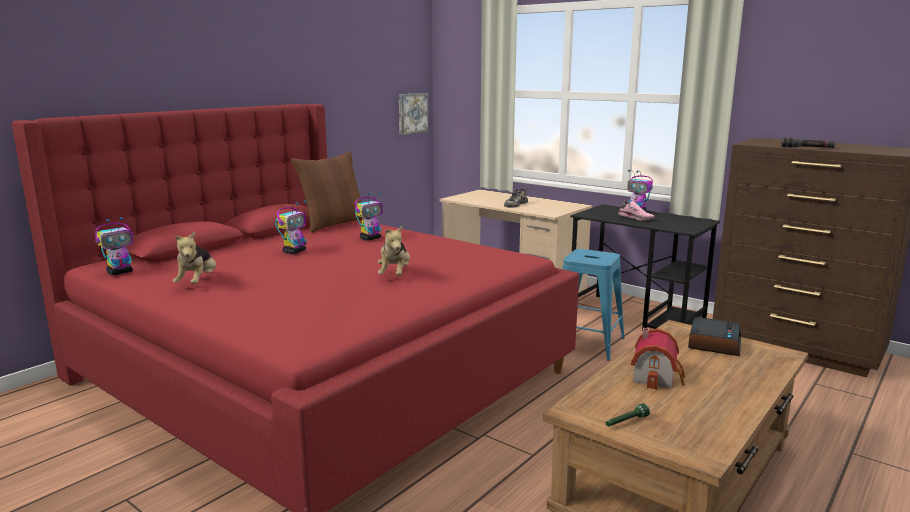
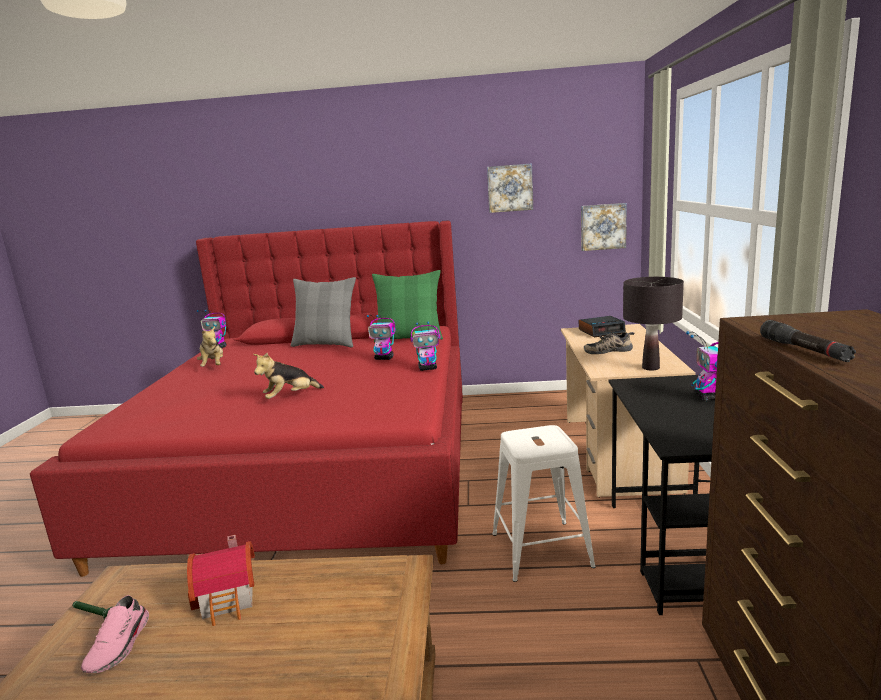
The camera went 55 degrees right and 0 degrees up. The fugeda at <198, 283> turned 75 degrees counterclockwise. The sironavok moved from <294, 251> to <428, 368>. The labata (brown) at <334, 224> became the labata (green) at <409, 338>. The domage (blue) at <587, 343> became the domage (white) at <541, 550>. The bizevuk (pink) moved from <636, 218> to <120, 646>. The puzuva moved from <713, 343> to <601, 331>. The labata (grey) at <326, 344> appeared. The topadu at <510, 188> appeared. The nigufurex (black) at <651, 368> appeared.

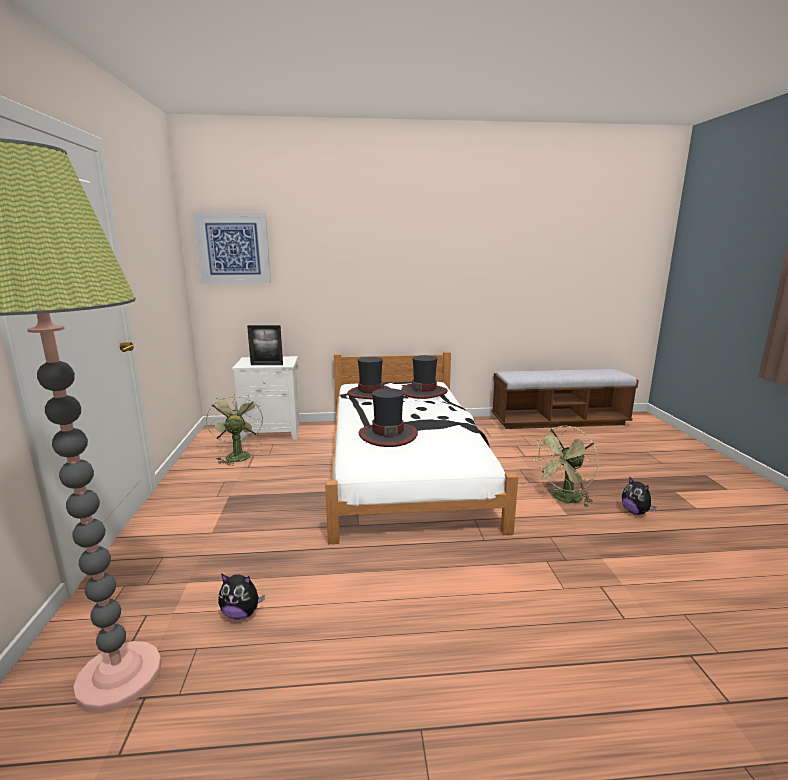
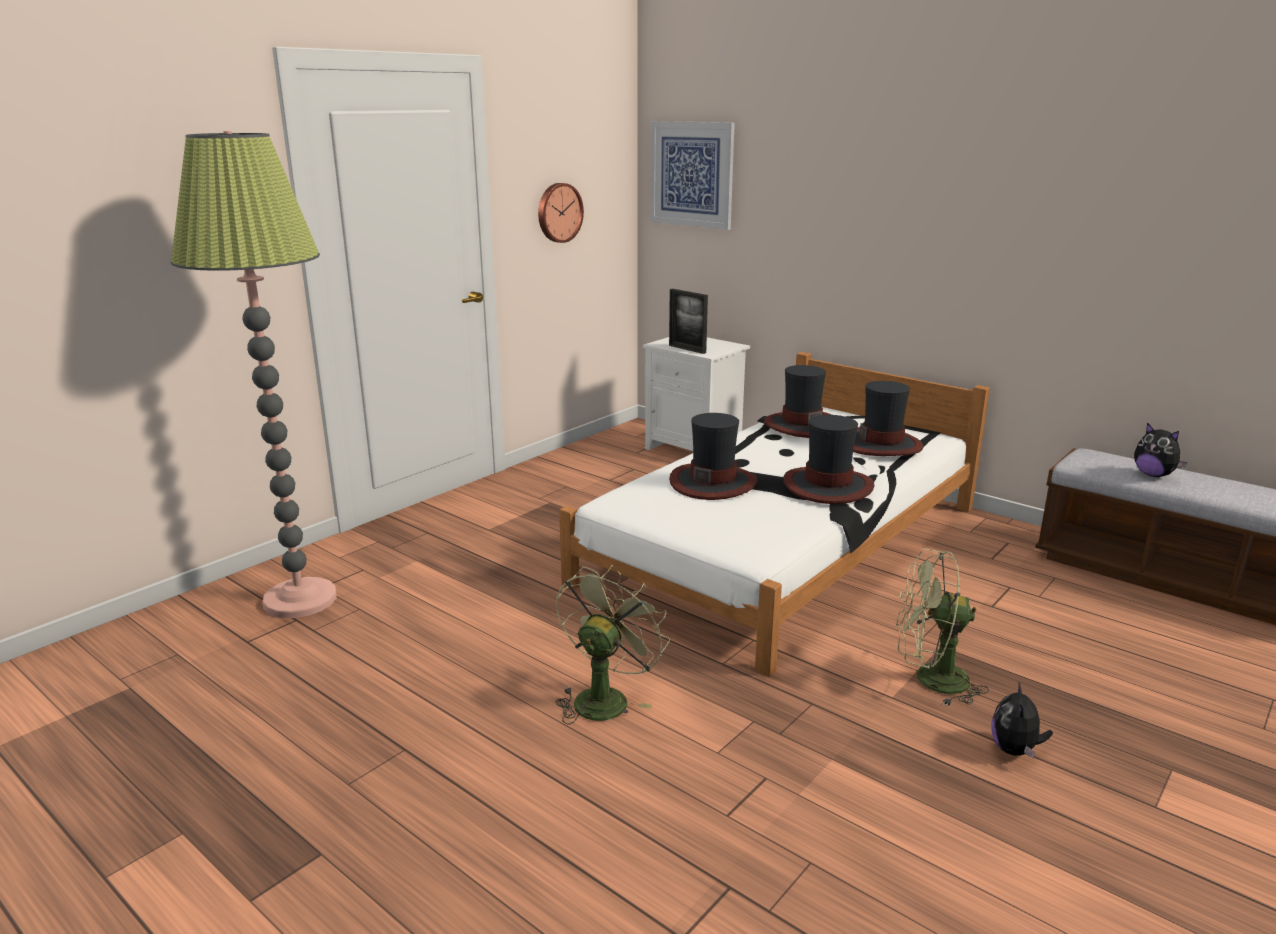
The camera went 45 degrees right and 5 degrees up. The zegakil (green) moved from <237, 455> to <605, 697>. The fugeda moved from <241, 613> to <1154, 475>. The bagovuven at <558, 212> appeared. The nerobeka at <828, 486> appeared.

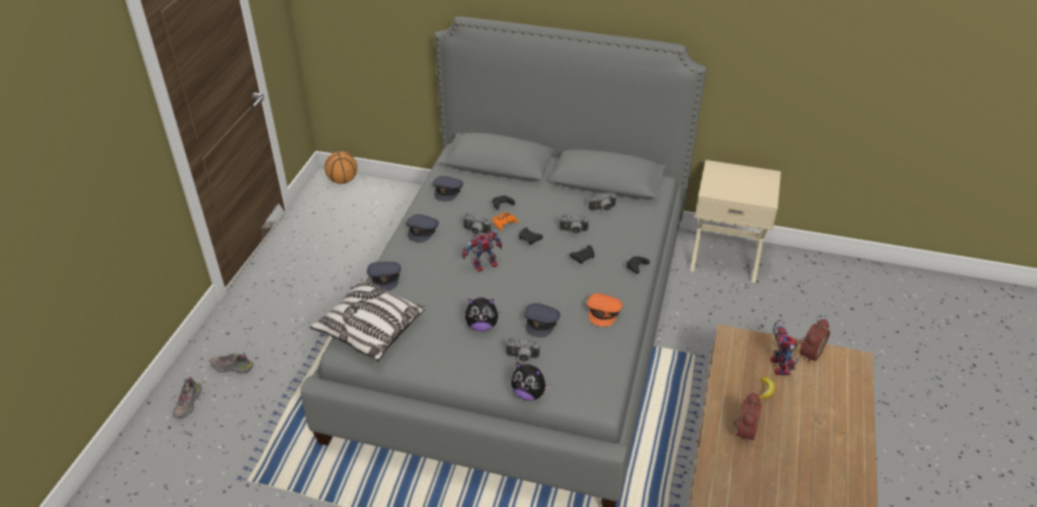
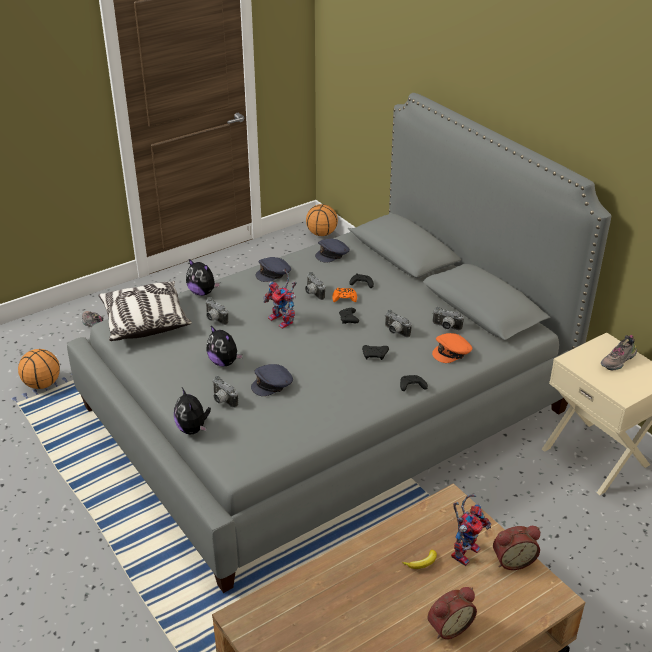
The camera went 40 degrees right and 5 degrees down. The bizevuk moved from <189, 403> to <618, 361>. The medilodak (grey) at <385, 277> was replaced by the fugeda at <202, 292>. The sironavok at <484, 266> turned 150 degrees counterclockwise. The medilodak (orange) moved from <603, 312> to <452, 352>. The puzuva moved from <743, 430> to <448, 626>. The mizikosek at <42, 384> appeared. The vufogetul at <214, 319> appeared.

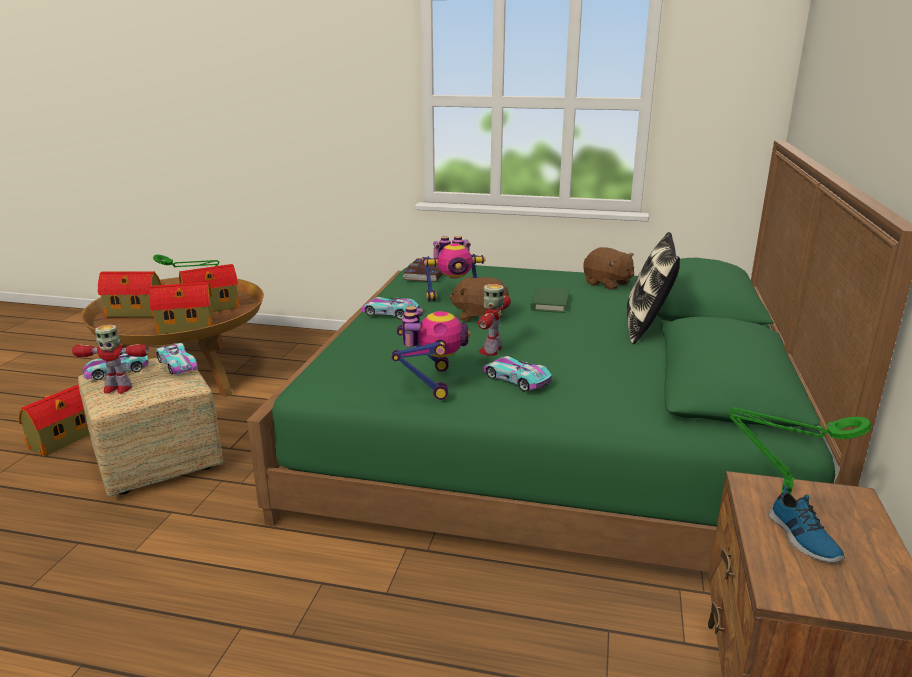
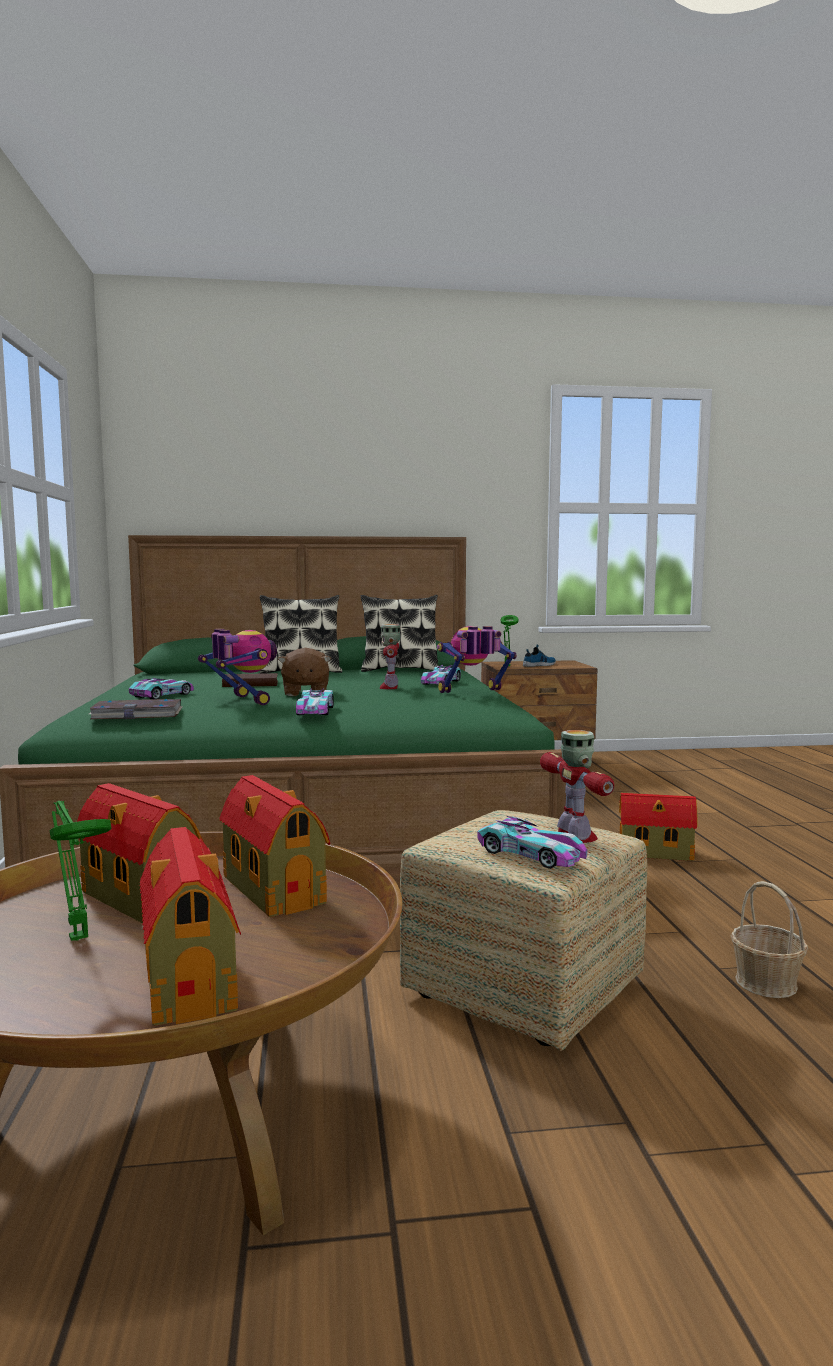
The camera went 110 degrees left and 15 degrees down. The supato moved from <62, 440> to <657, 853>. The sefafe moved from <177, 364> to <162, 695>. The sironavok at <491, 350> turned 90 degrees clockwise. The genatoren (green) at <549, 303> became the genatoren (brown) at <250, 684>. The fugeda (brown) at <607, 284> disappeared. The labata at <400, 669> appeared. The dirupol at <766, 983> appeared.

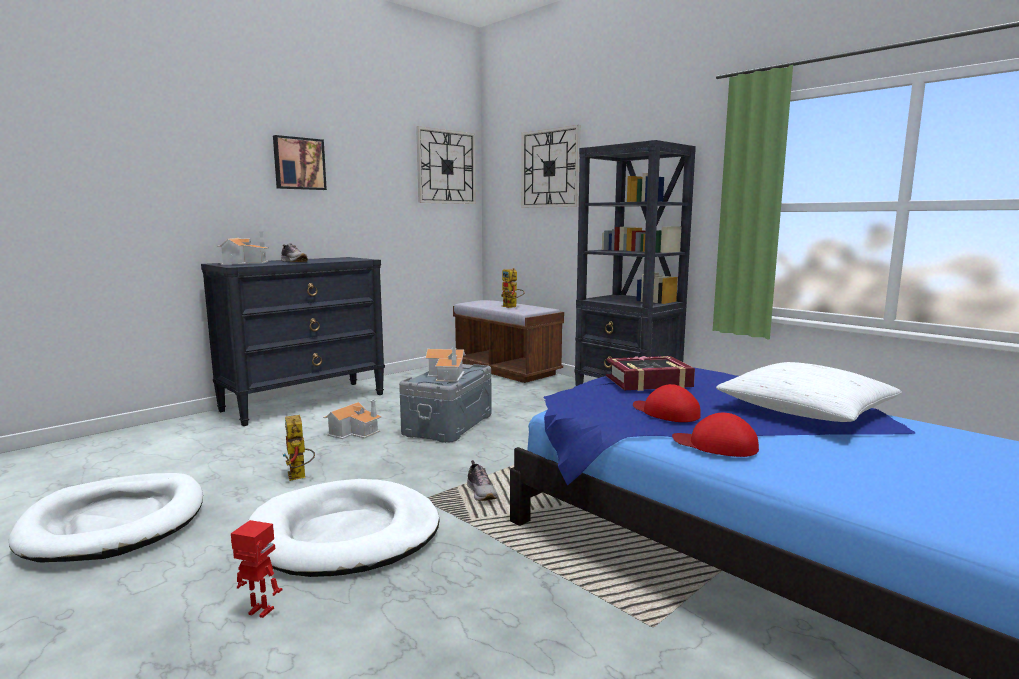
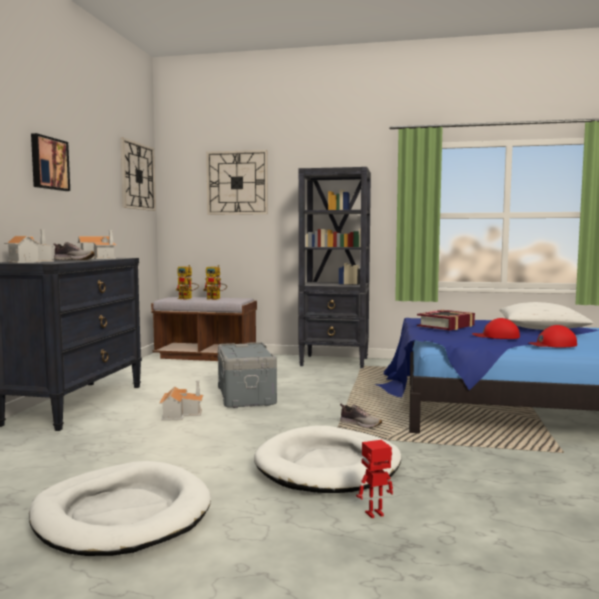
The camera went 35 degrees left and 5 degrees down. The sironavok moved from <299, 477> to <188, 298>. The supato moved from <448, 376> to <100, 258>.

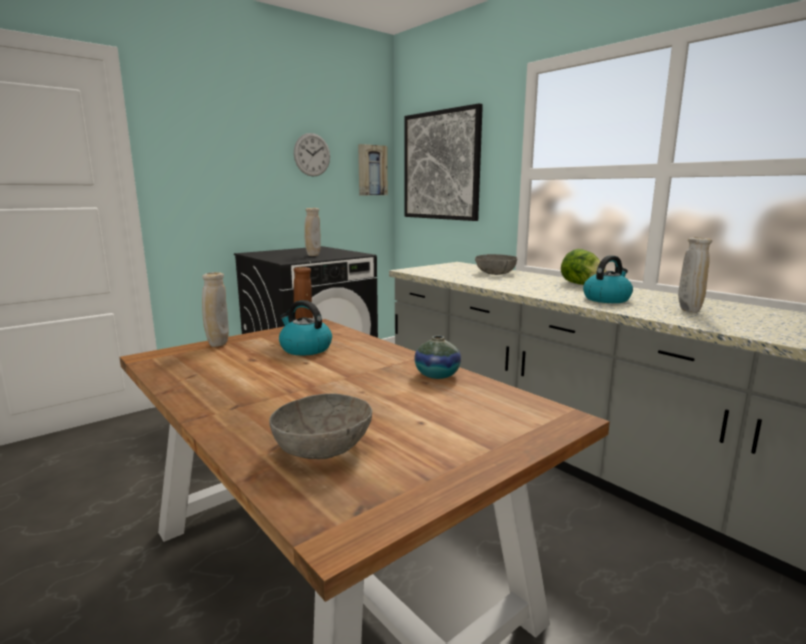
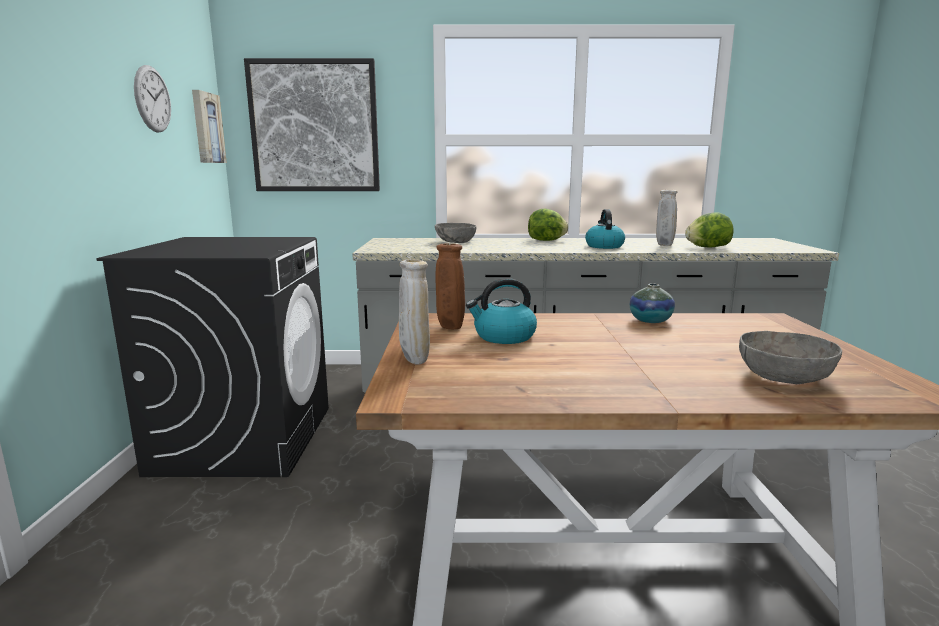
The camera went 50 degrees left and 0 degrees up. The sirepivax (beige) at <313, 256> disappeared. The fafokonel at <707, 247> appeared.

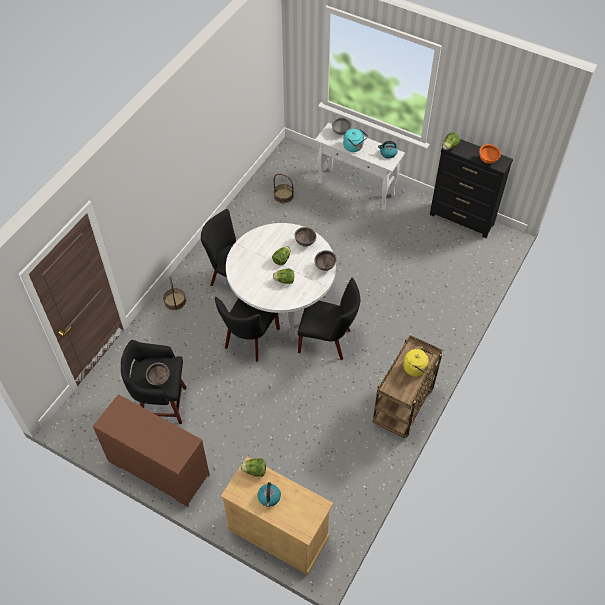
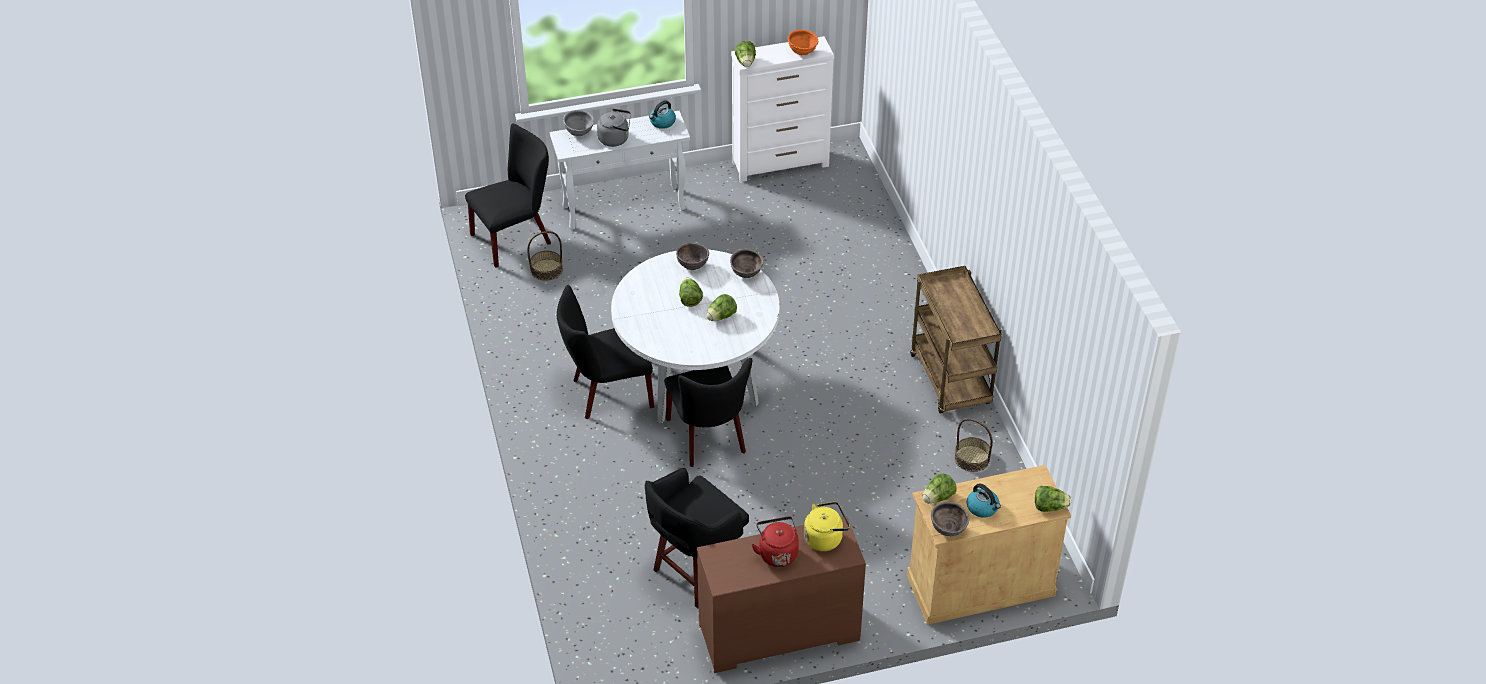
The camera went 45 degrees left and 10 degrees down. The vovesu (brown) moved from <159, 380> to <948, 530>. The dirupol moved from <175, 301> to <972, 458>. The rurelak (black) moved from <328, 341> to <516, 238>. The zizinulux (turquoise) at <354, 147> became the zizinulux (grey) at <615, 139>. The zizinulux (yellow) moved from <416, 368> to <825, 538>. The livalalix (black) at <462, 220> became the livalalix (white) at <781, 164>. The zizinulux (red) at <777, 553> appeared. The fafokonel at <1049, 507> appeared.

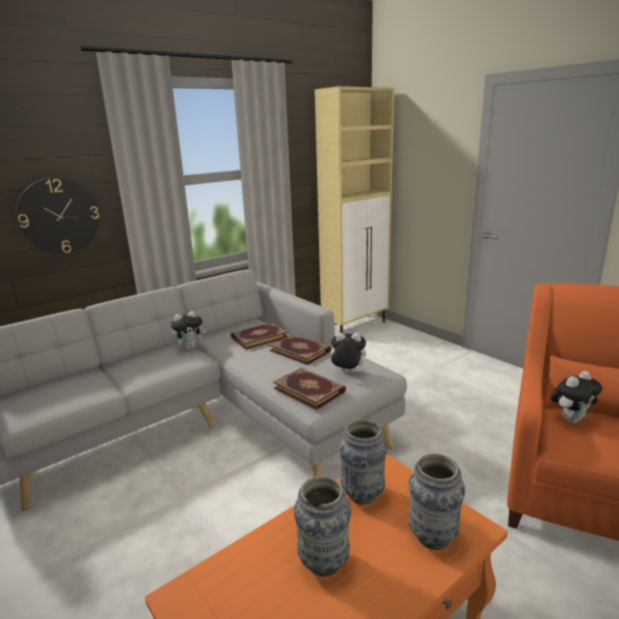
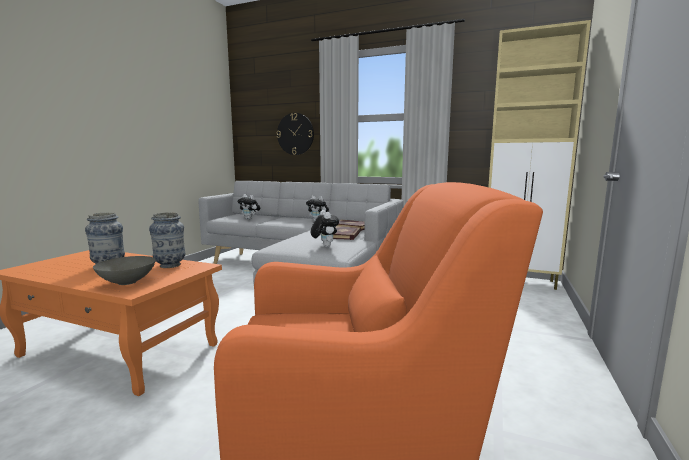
The camera went 60 degrees right and 10 degrees down. The genatoren at <310, 389> disappeared. The sirepivax at <432, 537> was replaced by the vovesu (grey) at <126, 282>. The fugeda moved from <571, 419> to <250, 219>.

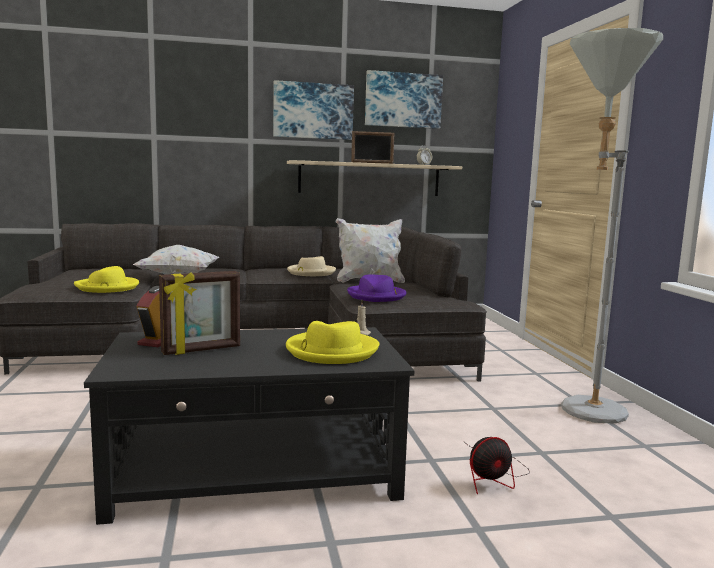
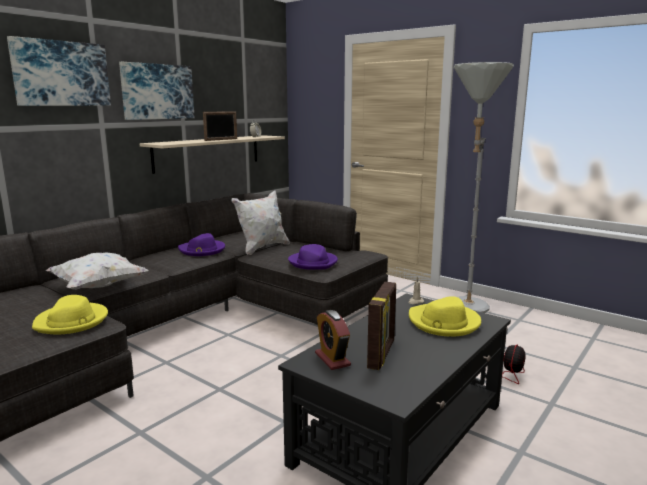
The camera went 40 degrees left and 5 degrees up. The nerobeka (beige) at <311, 272> became the nerobeka (purple) at <202, 250>. The topadu moved from <403, 100> to <61, 73>.

